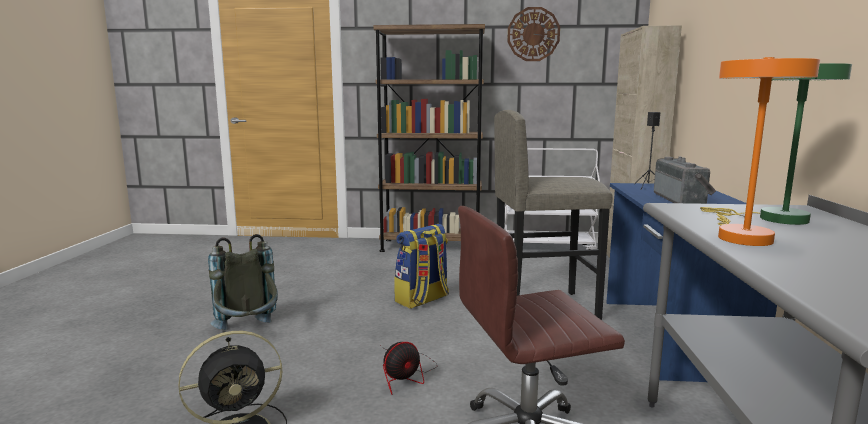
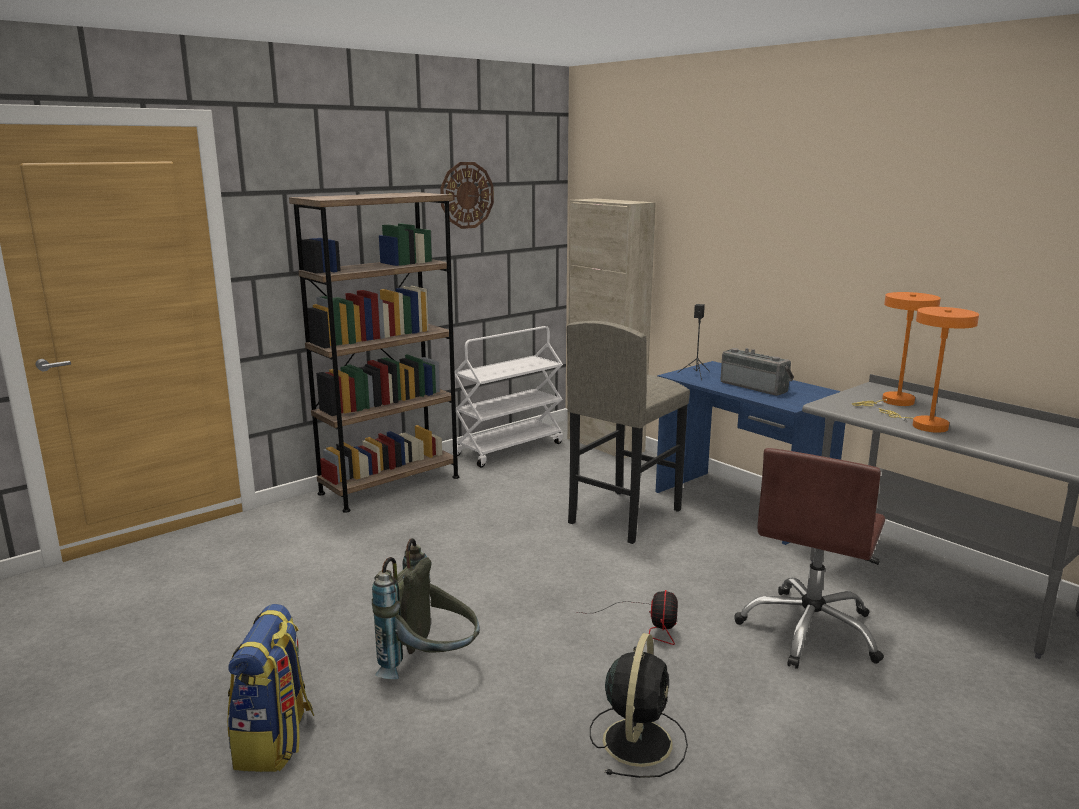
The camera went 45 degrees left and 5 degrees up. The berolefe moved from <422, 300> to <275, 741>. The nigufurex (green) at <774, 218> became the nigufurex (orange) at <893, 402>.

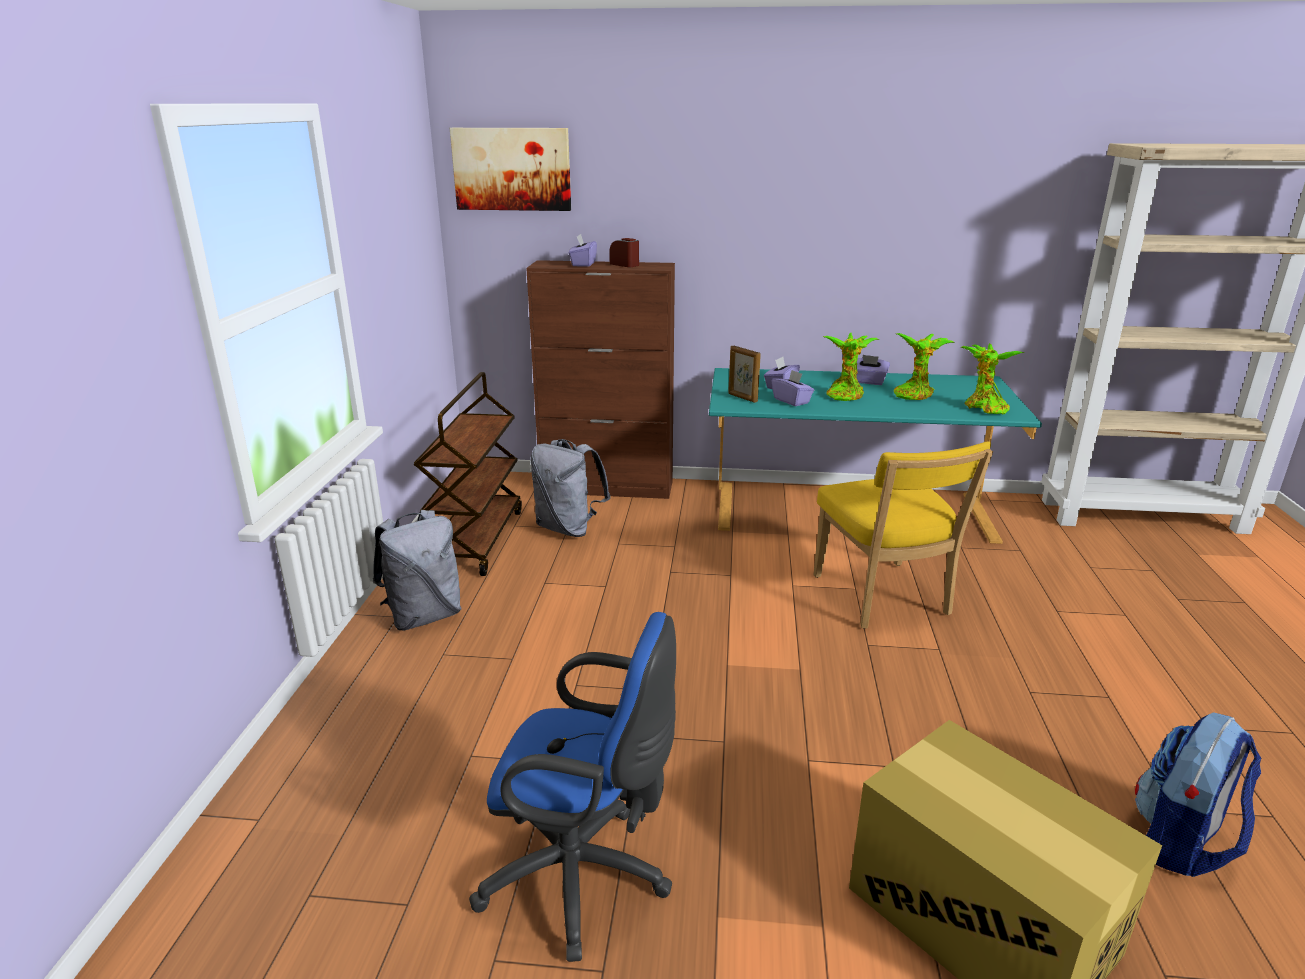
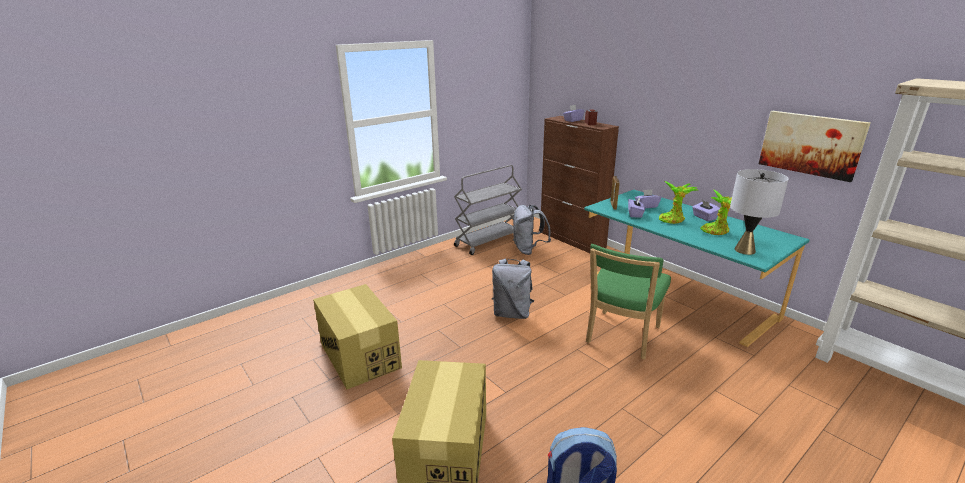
The camera went 45 degrees right and 0 degrees up. The berolefe (grey) moved from <424, 616> to <512, 313>. The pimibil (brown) at <476, 540> became the pimibil (grey) at <488, 241>. The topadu moved from <512, 169> to <811, 144>. The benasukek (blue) at <583, 878> was replaced by the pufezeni at <360, 356>. The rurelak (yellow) at <883, 598> became the rurelak (green) at <621, 336>. The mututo at <983, 408> was replaced by the nigufurex (grey) at <744, 250>.

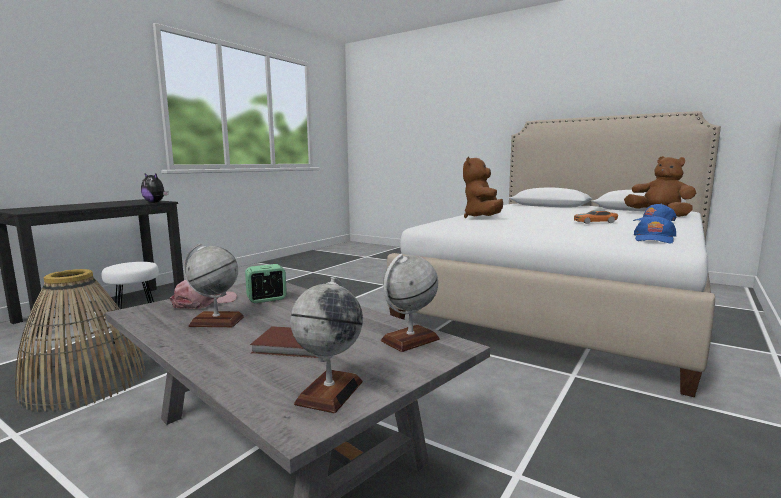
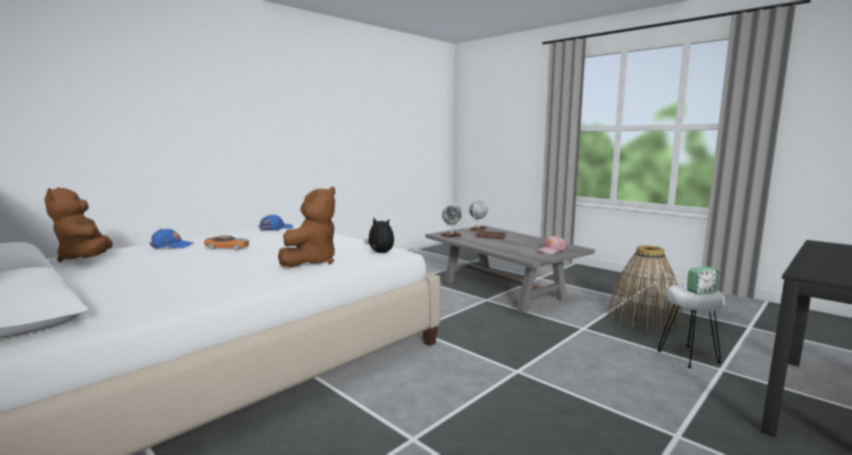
The camera went 170 degrees left and 0 degrees up. The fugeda moved from <155, 202> to <380, 253>. The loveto at <216, 321> disappeared. The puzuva moved from <267, 299> to <701, 292>.

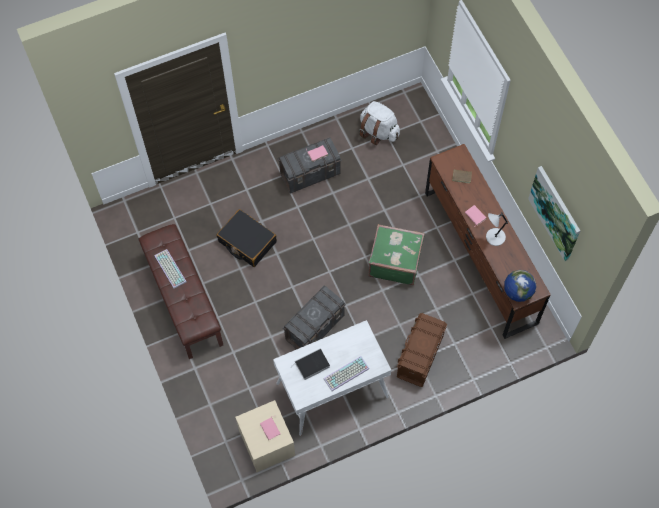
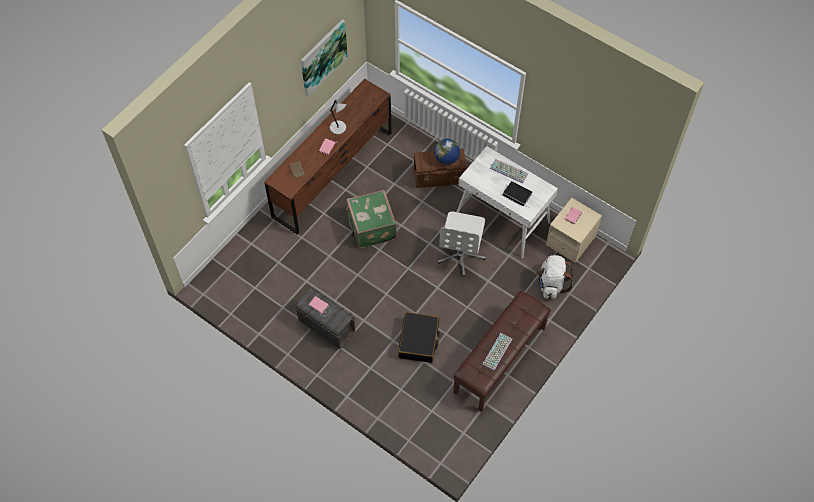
The camera went 120 degrees left and 5 degrees down. The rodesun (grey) at <315, 327> was replaced by the benasukek (white) at <461, 254>. The berolefe (white) moved from <378, 131> to <551, 284>. The loveto moved from <517, 292> to <446, 159>.

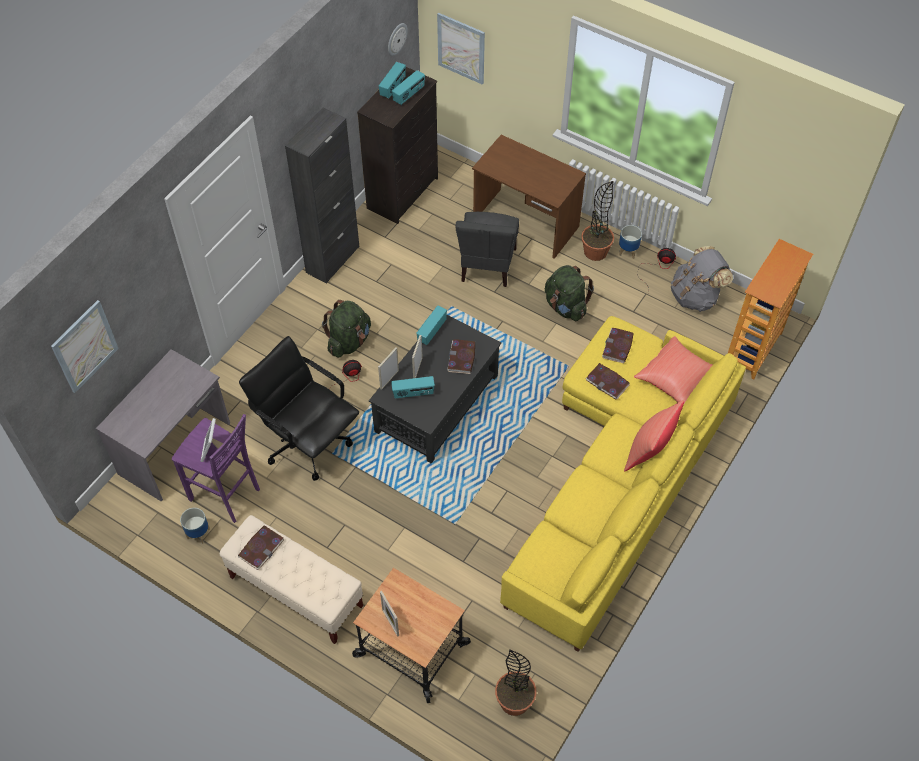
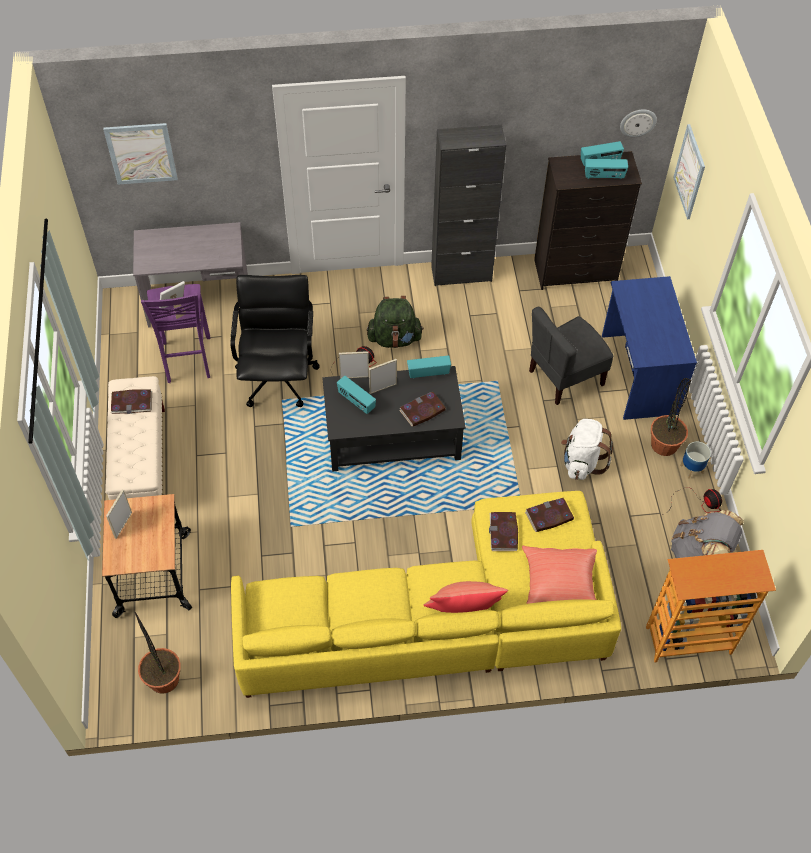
The camera went 50 degrees right and 0 degrees up. The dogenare at <198, 534> disappeared. The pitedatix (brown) at <525, 224> became the pitedatix (blue) at <637, 374>. The berolefe (green) at <566, 306> became the berolefe (white) at <581, 461>.

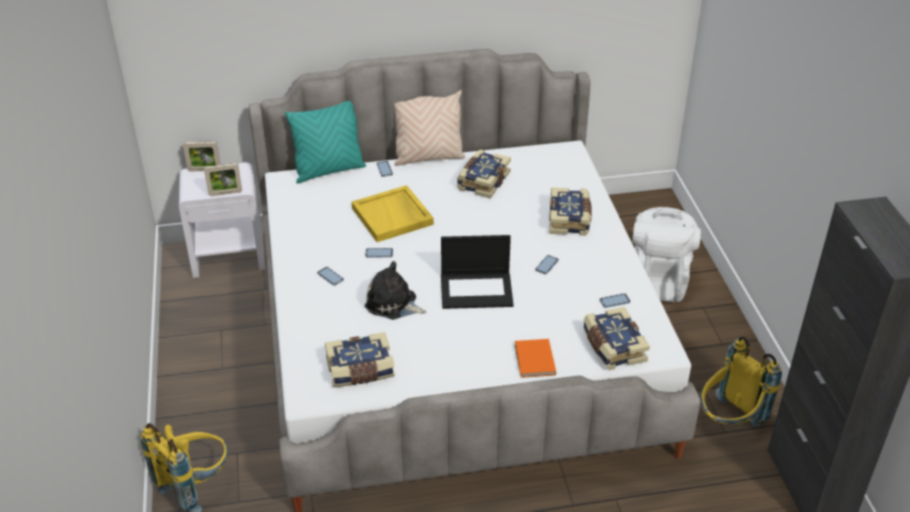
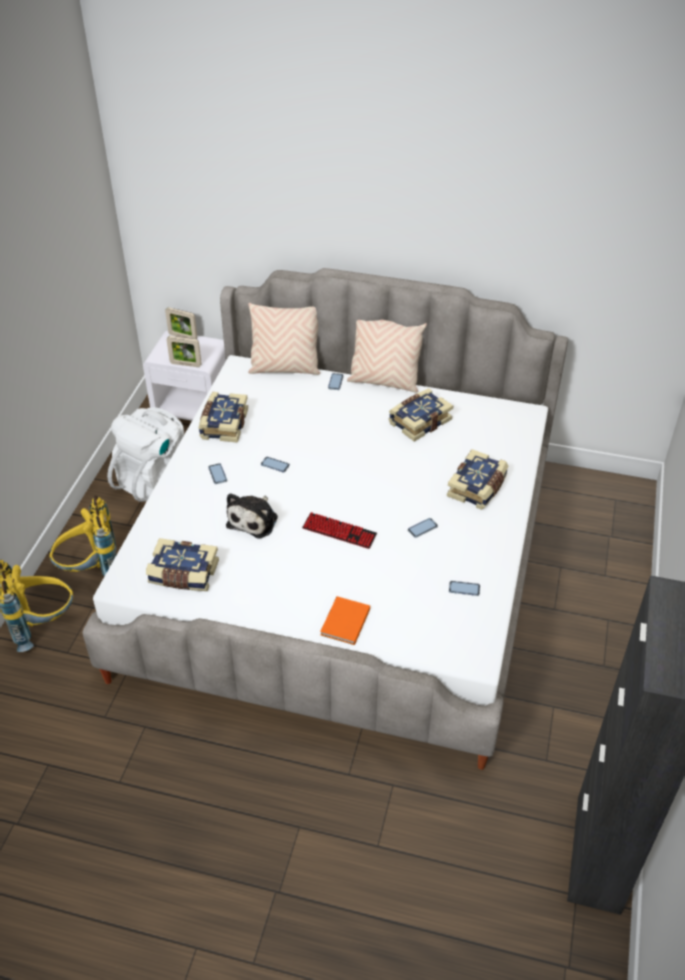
The camera went 25 degrees right and 5 degrees up. The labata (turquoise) at <329, 170> became the labata (beige) at <285, 368>. The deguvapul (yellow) at <393, 216> disappeared. The fugeda at <393, 304> turned 120 degrees counterclockwise. The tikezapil at <477, 290> was replaced by the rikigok at <339, 531>. The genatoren moved from <612, 347> to <223, 424>. The berolefe (white) moved from <658, 281> to <155, 479>. The berolefe (yellow) moved from <728, 422> to <91, 571>.

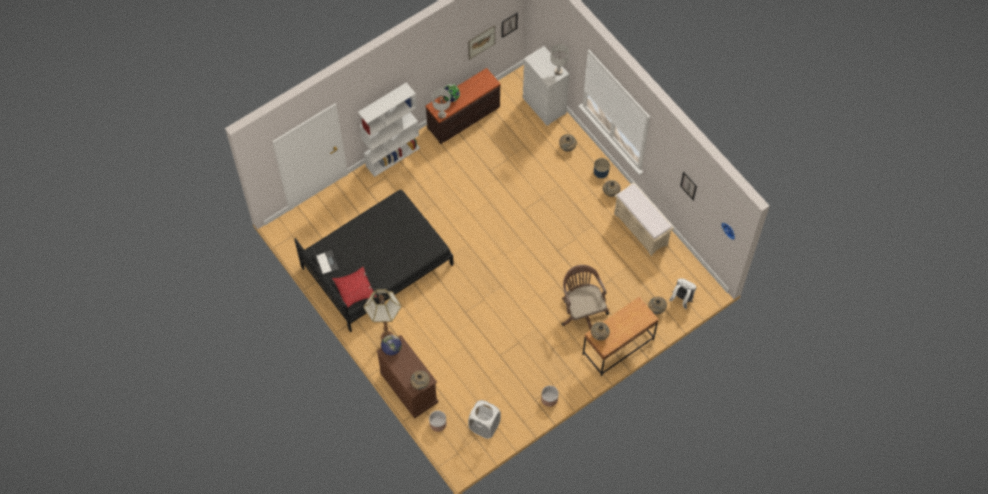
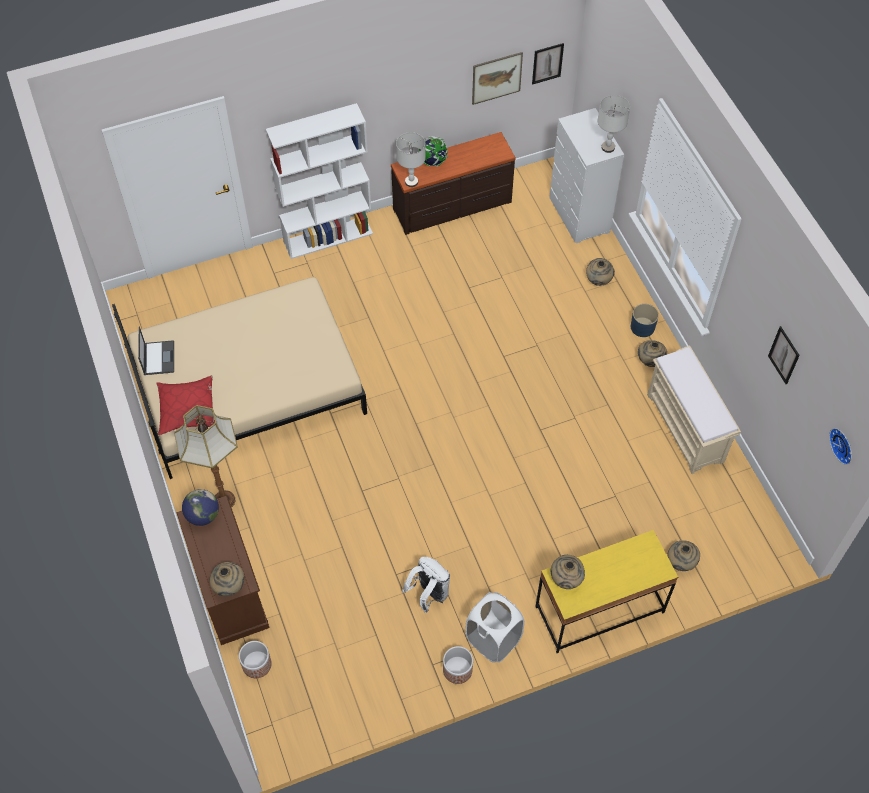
The camera went 15 degrees right and 5 degrees down. The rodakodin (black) at <377, 265> became the rodakodin (beige) at <248, 387>. The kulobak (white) moved from <484, 426> to <493, 640>. The benasukek (brown) at <582, 310> disappeared. The pitedatix (brown) at <618, 346> became the pitedatix (yellow) at <599, 609>. The berolefe (white) moved from <681, 299> to <429, 594>.

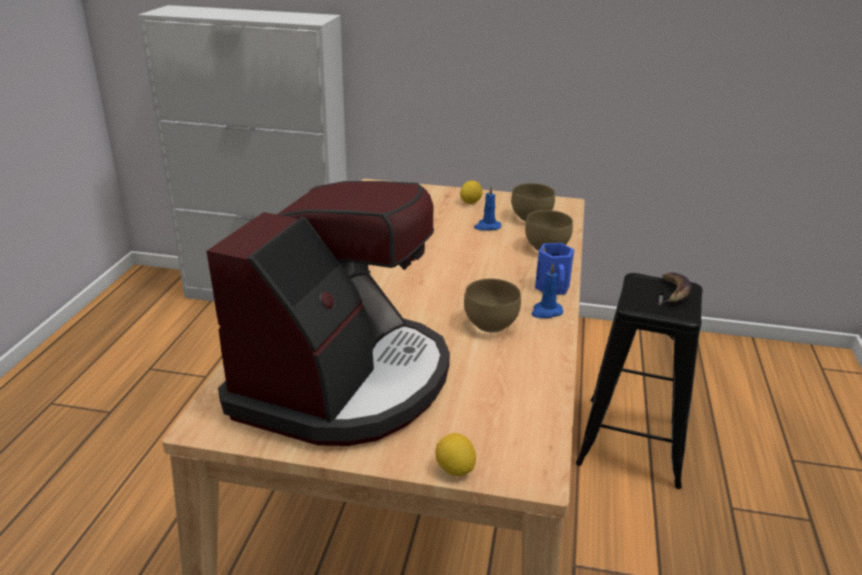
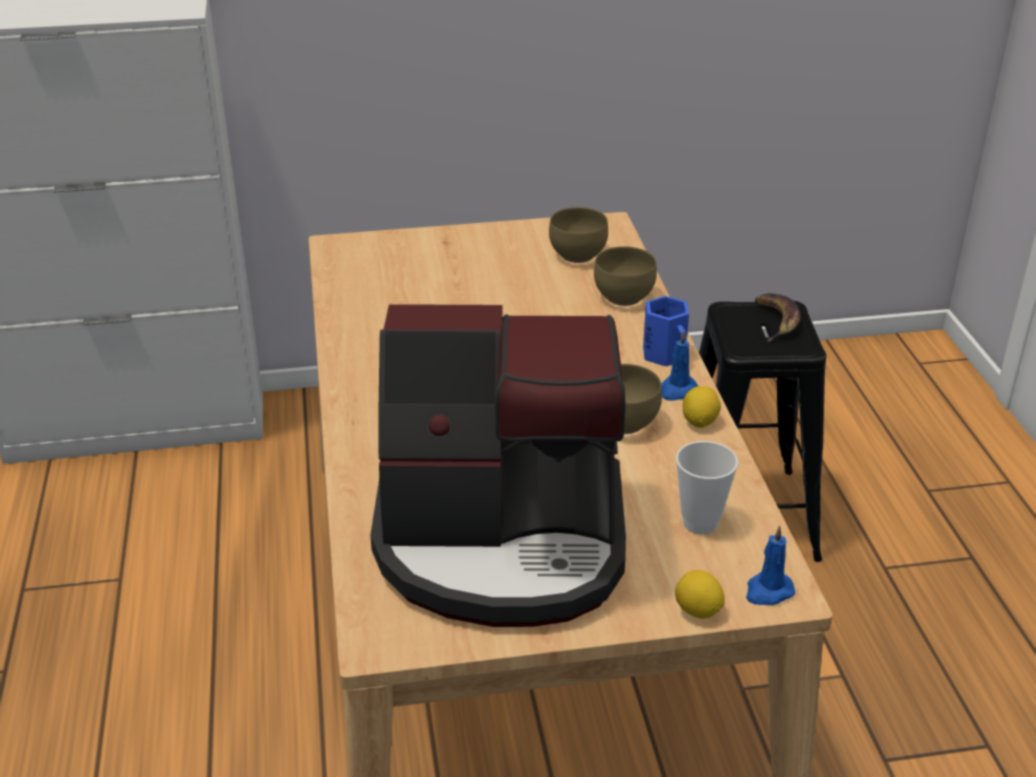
The camera went 20 degrees left and 5 degrees up. The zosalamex at <344, 381> turned 90 degrees clockwise. The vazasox moved from <470, 202> to <699, 422>. The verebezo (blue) moved from <487, 227> to <768, 591>. The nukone at <700, 523> appeared.

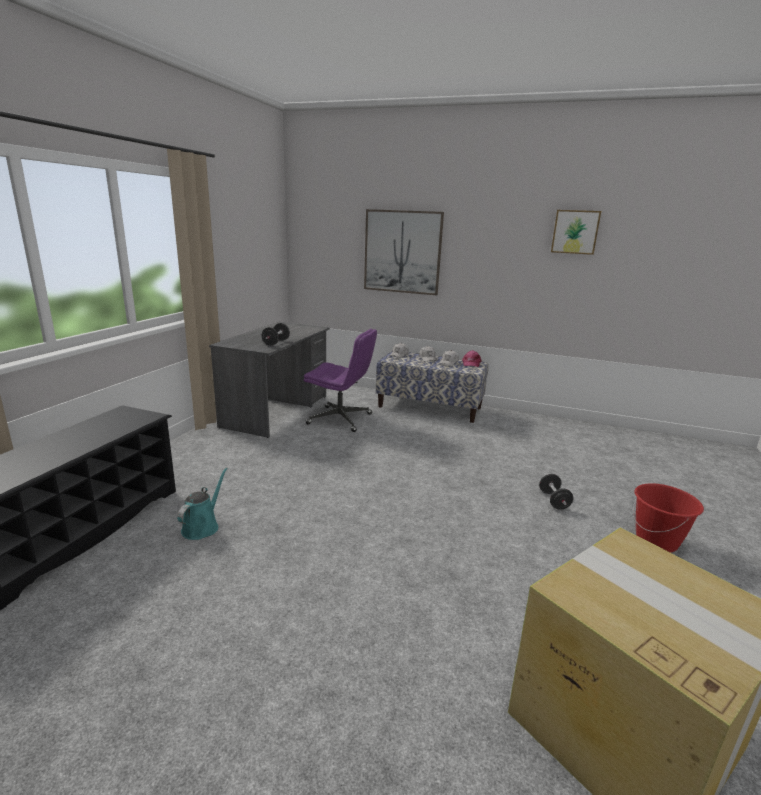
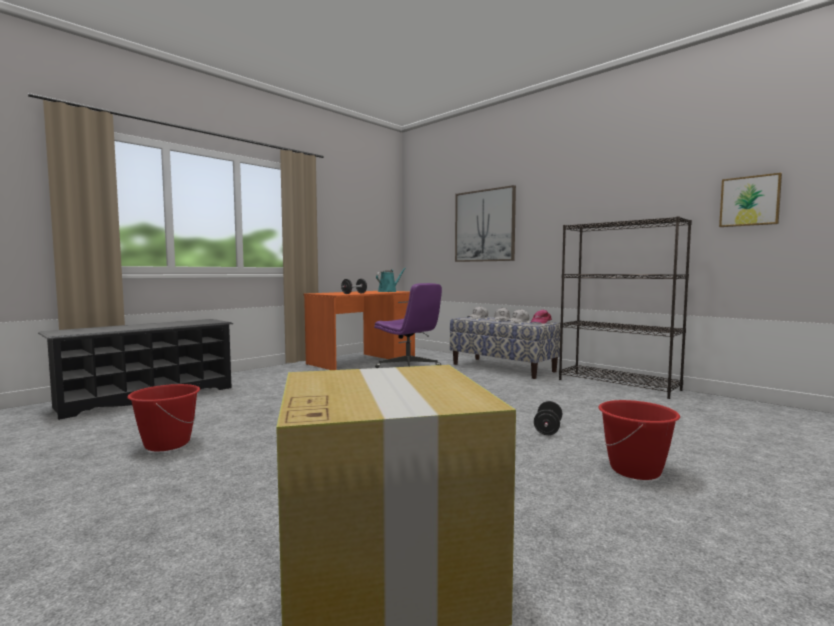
The camera went 25 degrees right and 15 degrees down. The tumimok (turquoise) moved from <202, 527> to <388, 291>. The pitedatix (grey) at <276, 411> became the pitedatix (orange) at <363, 360>. The topadu moved from <575, 232> to <750, 201>. The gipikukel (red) at <167, 444> appeared. The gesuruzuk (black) at <618, 384> appeared.

